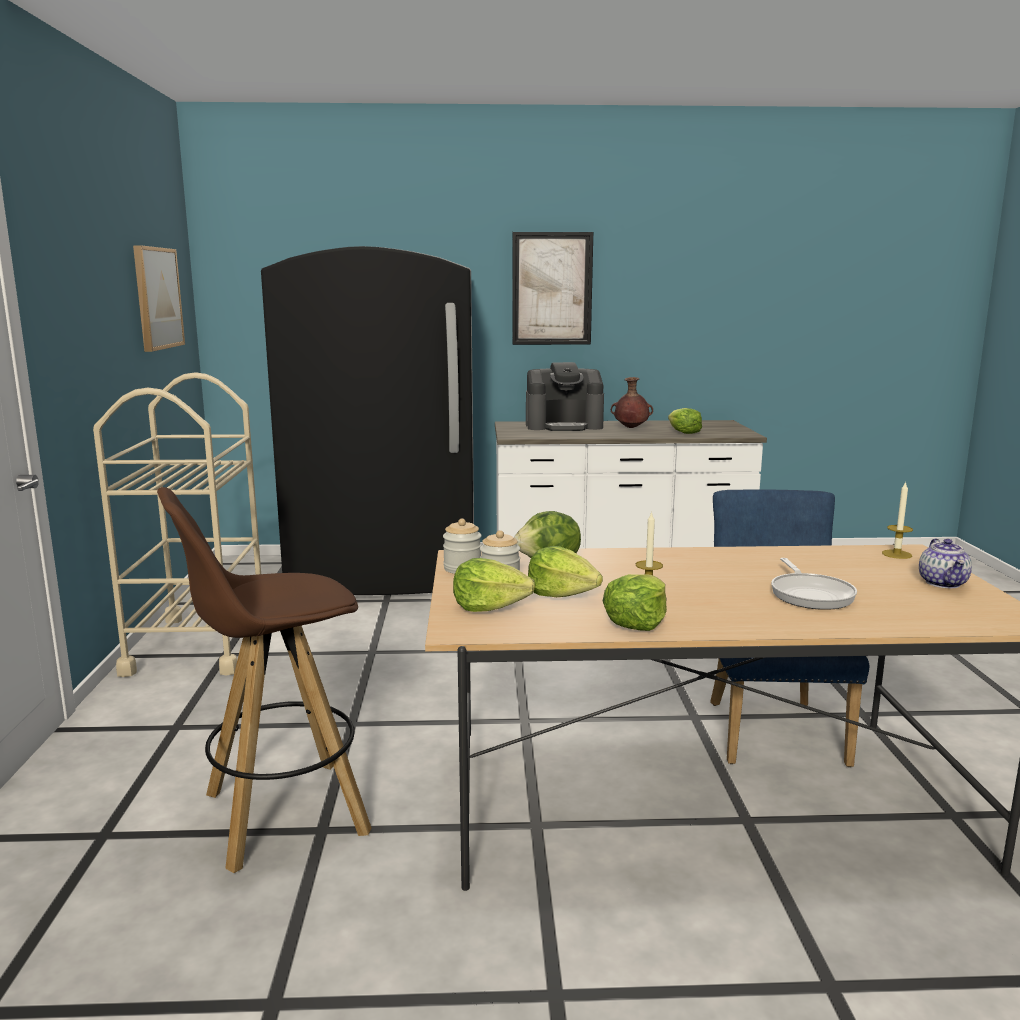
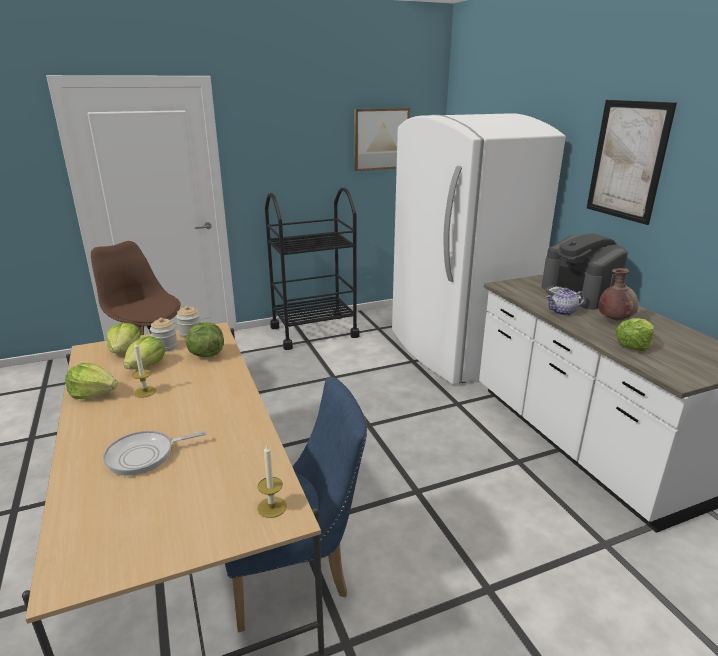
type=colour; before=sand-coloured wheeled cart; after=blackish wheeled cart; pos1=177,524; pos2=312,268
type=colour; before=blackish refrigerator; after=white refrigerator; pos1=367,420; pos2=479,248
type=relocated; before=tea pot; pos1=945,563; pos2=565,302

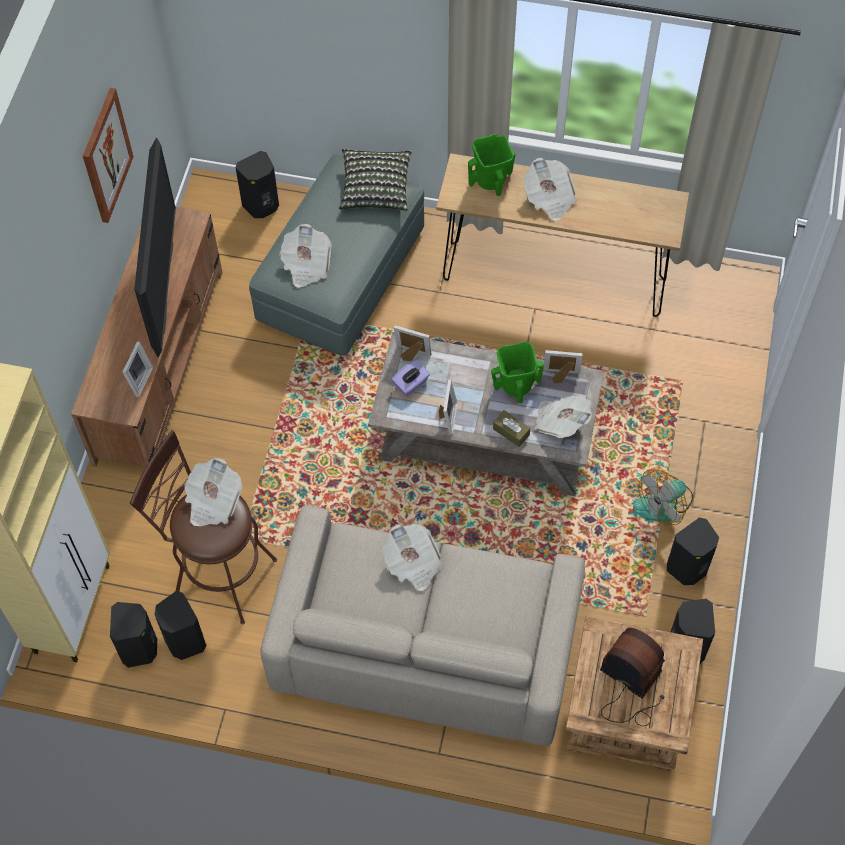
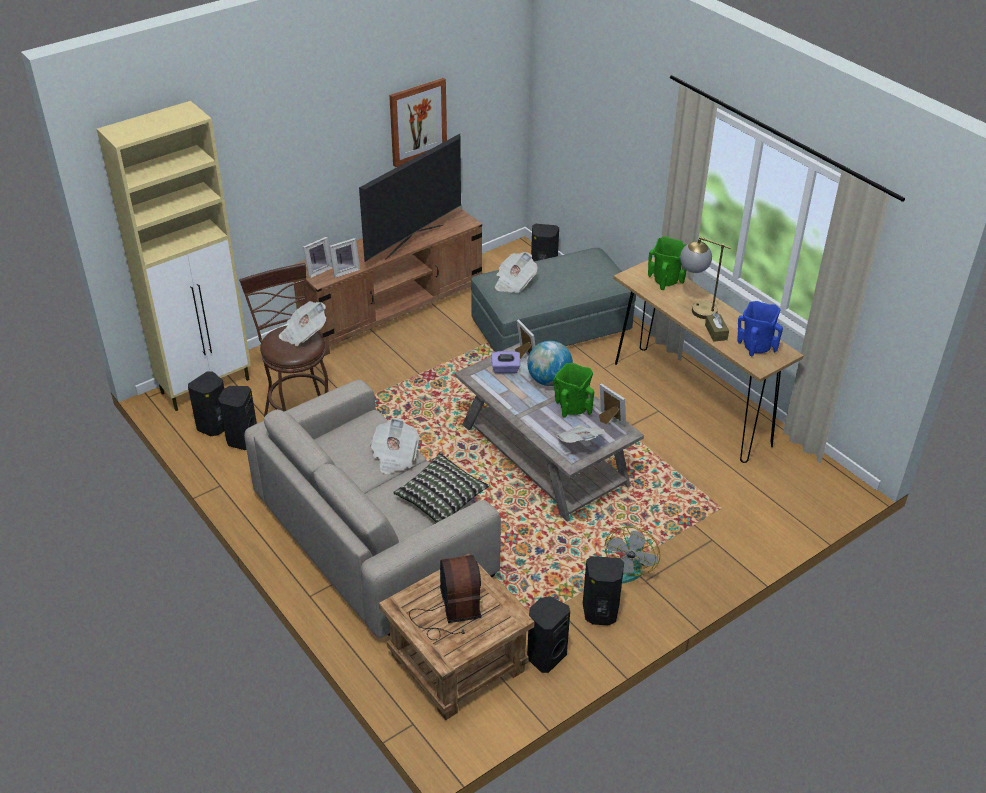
type=relocated; before=standing frame; pos1=448,407; pos2=318,257
type=relocated; before=throw pillow; pos1=375,180; pos2=441,487
type=appeared; after=desk globe; pos2=550,363
type=spun; before=electric fan; pos1=663,497; pos2=632,554; turn=-75
type=exchanged; before=daily paper; after=lamp for a table; pos1=550,189; pos2=705,278
type=relocated; before=brown tissue box; pos1=511,428; pos2=717,327
type=appeared; after=blue-coloured decorative vase; pos2=760,328

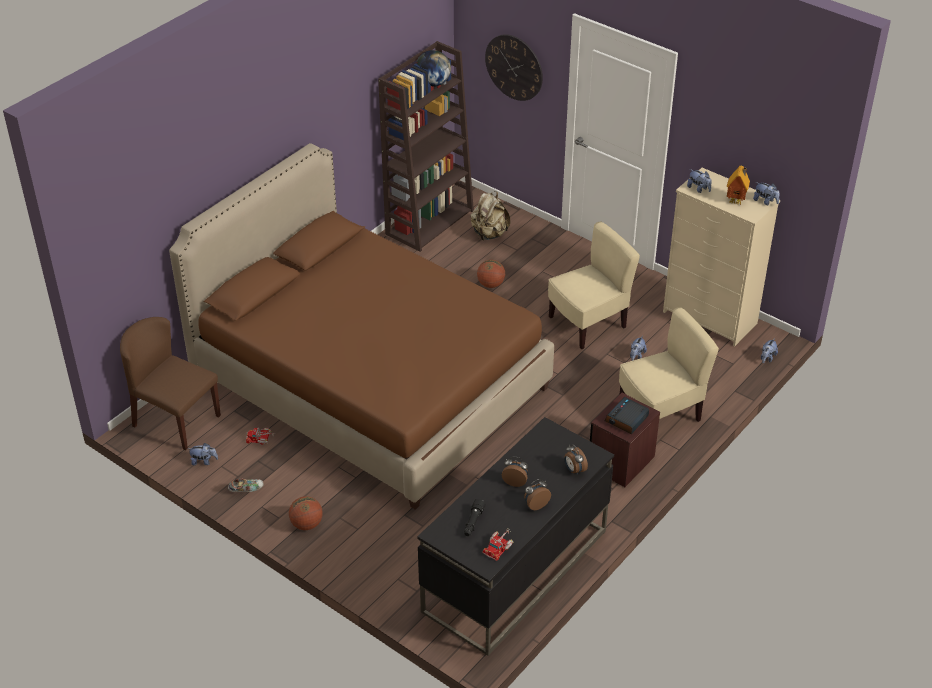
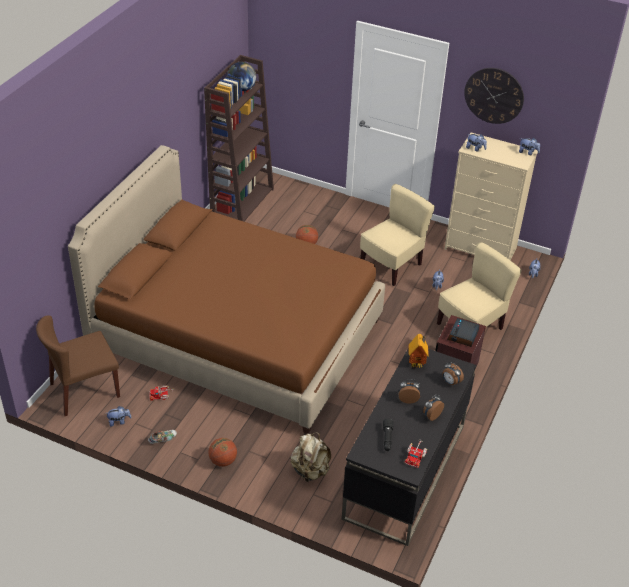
type=spun; before=brown upright chair; pos1=170,383; pos2=78,365; turn=-45
type=relocated; before=sand-coloured knapsack; pos1=490,215; pos2=310,457
type=relocated; before=miniature house; pos1=738,185; pos2=418,351
type=relocated; before=clock on the wall; pos1=514,67; pos2=494,96

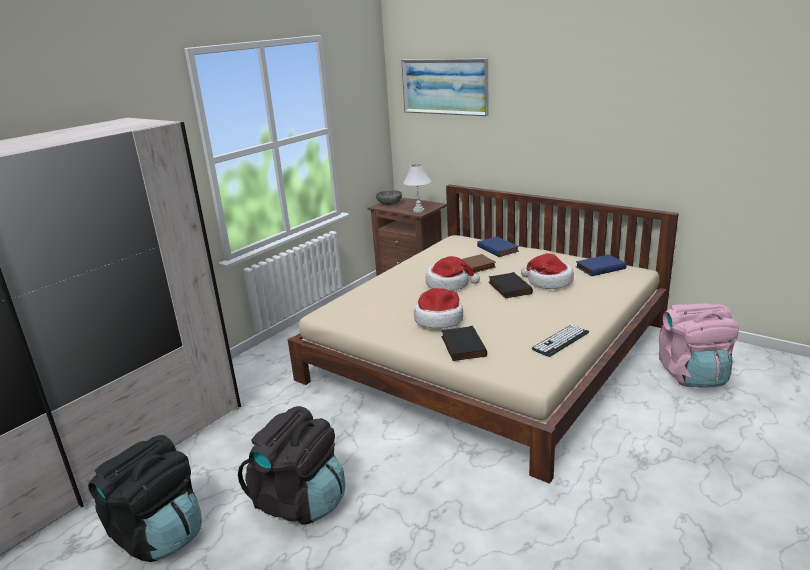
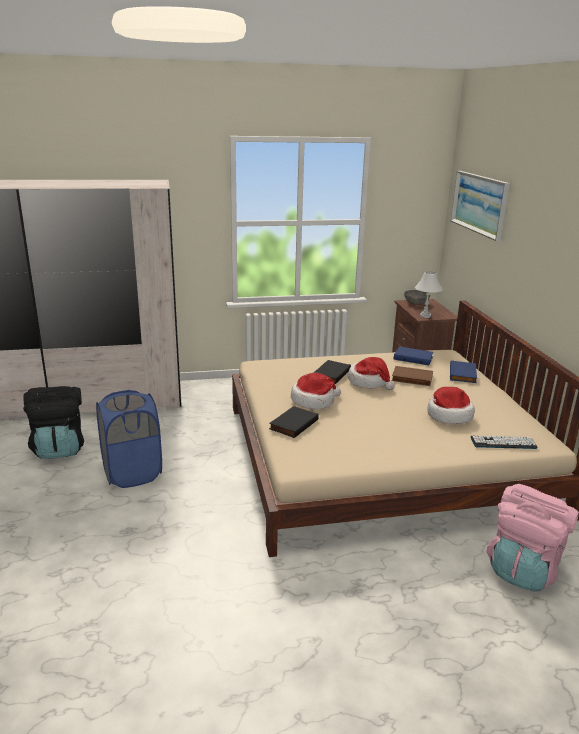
type=exchanged; before=blackish knapsack; after=blue-coloured washing basket; pos1=291,465; pos2=129,439
type=relocated; before=blackish volume; pos1=511,285; pos2=332,372
type=relocated; before=blue-coloured volume; pos1=601,265; pos2=414,355
type=relocated; before=computer keyboard; pos1=560,340; pos2=504,442

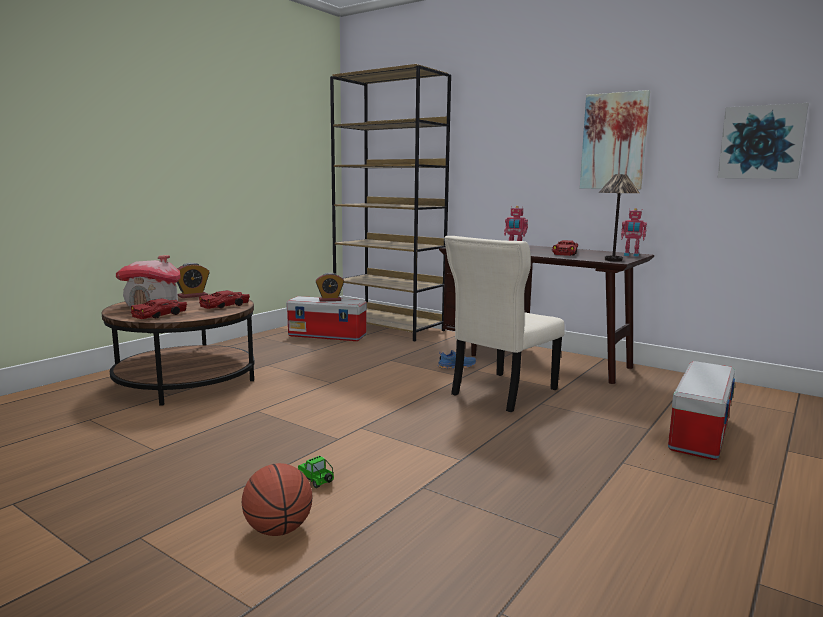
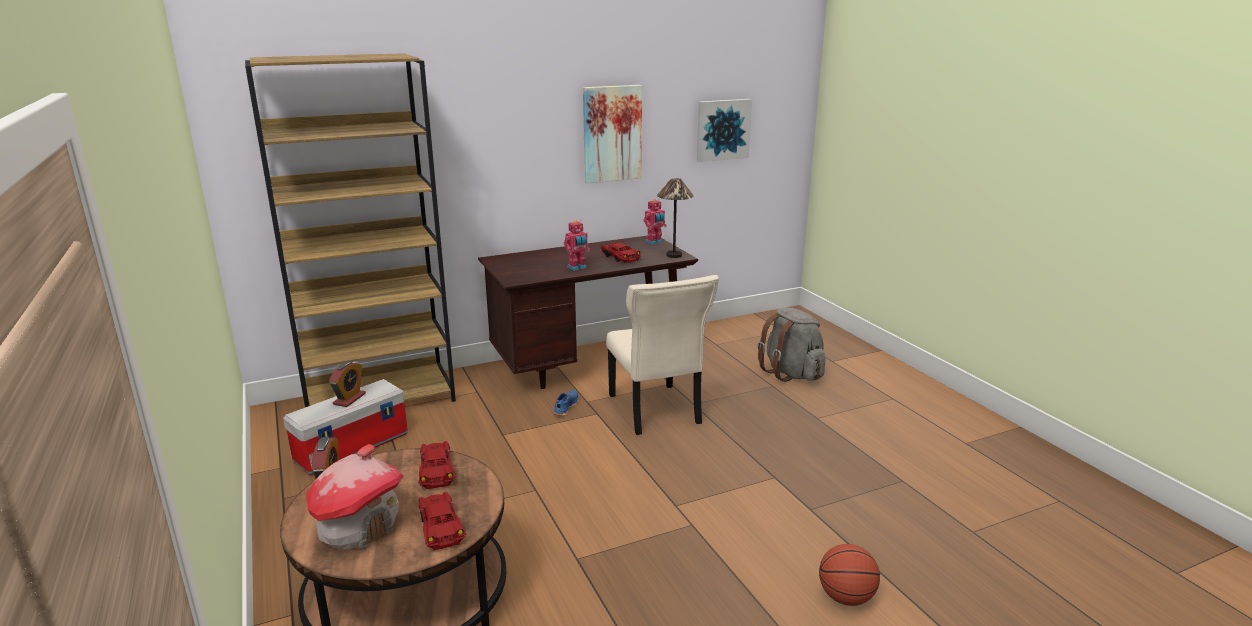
type=exchanged; before=storage bin; after=grey knapsack; pos1=701,410; pos2=791,345
type=missing; before=model car; pos1=316,472

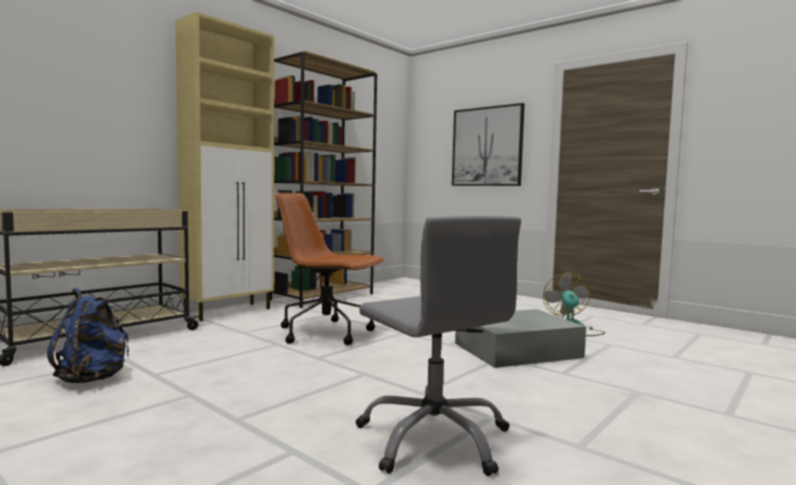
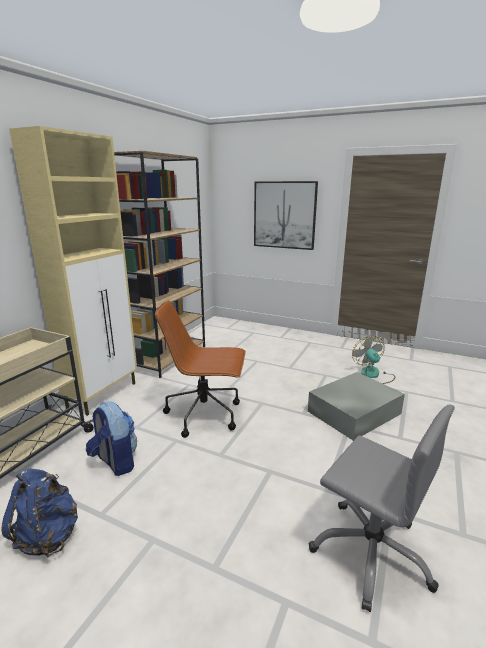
type=appeared; after=knapsack; pos2=111,439

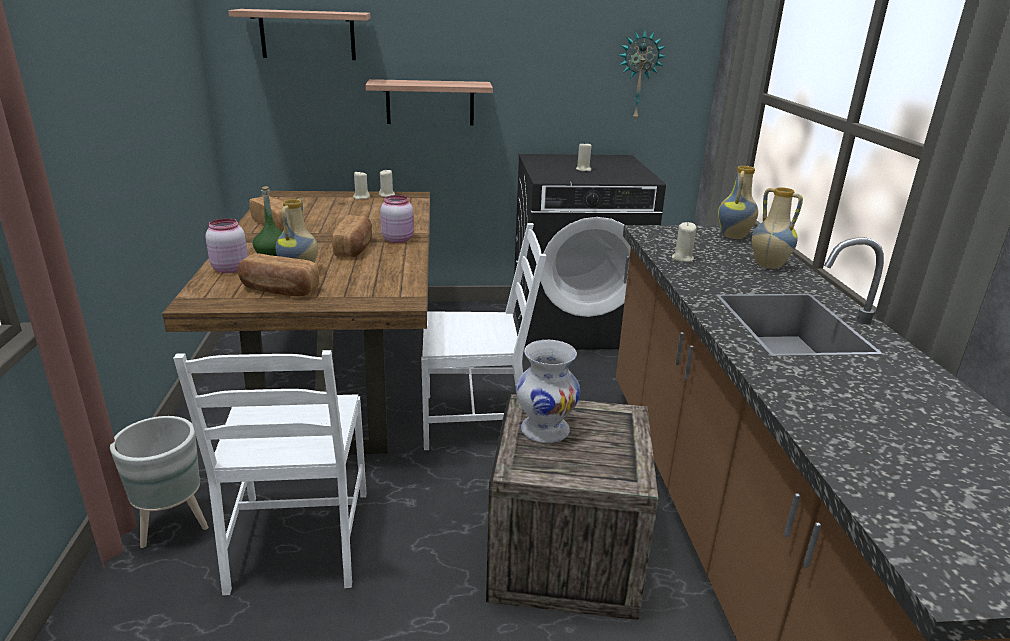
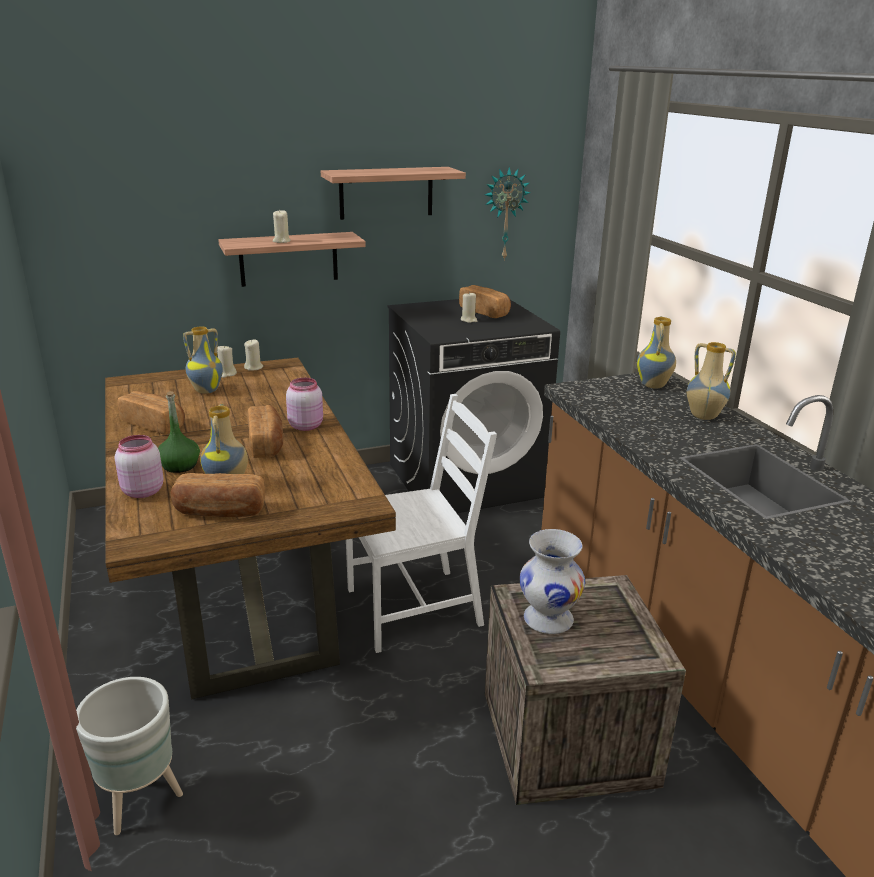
type=appeared; after=decorative vase; pos2=203,360
type=relocated; before=sand-coloured wax candle; pos1=684,242; pos2=282,226
type=relocated; before=wall shelf; pos1=299,34; pos2=393,193
type=appeared; after=bakery bread; pos2=485,301
type=missing; before=white upright chair; pos1=270,472

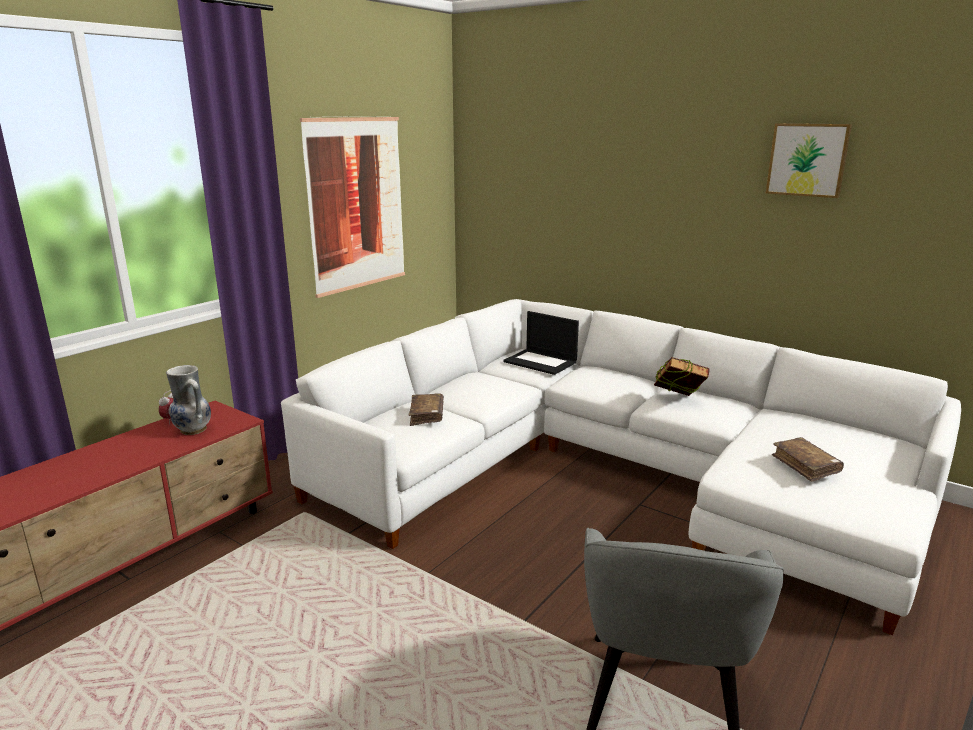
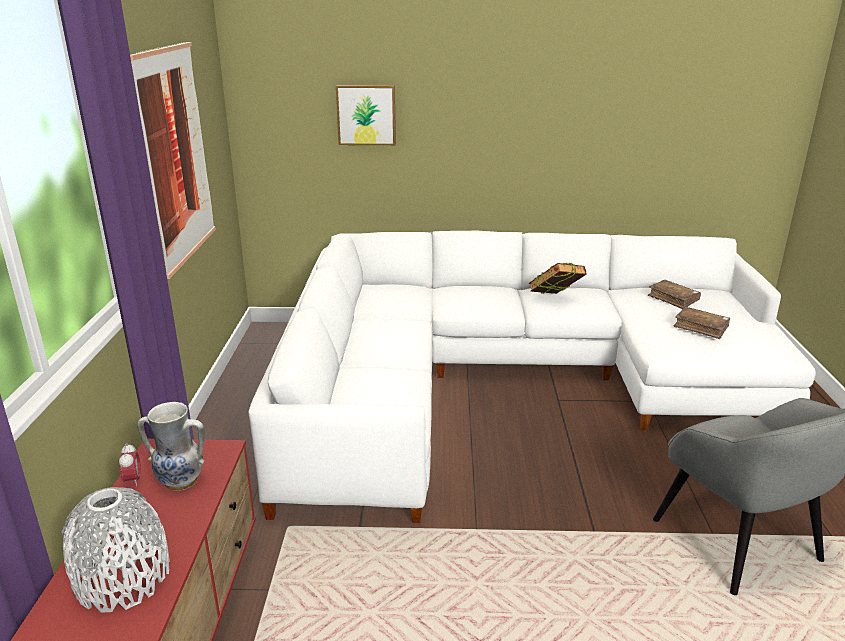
type=appeared; after=grey decorative vase; pos2=115,550
type=relocated; before=wall picture; pos1=809,160; pos2=366,115
type=relocated; before=brown volume; pos1=426,409; pos2=674,294
type=missing; before=portable computer; pos1=541,343

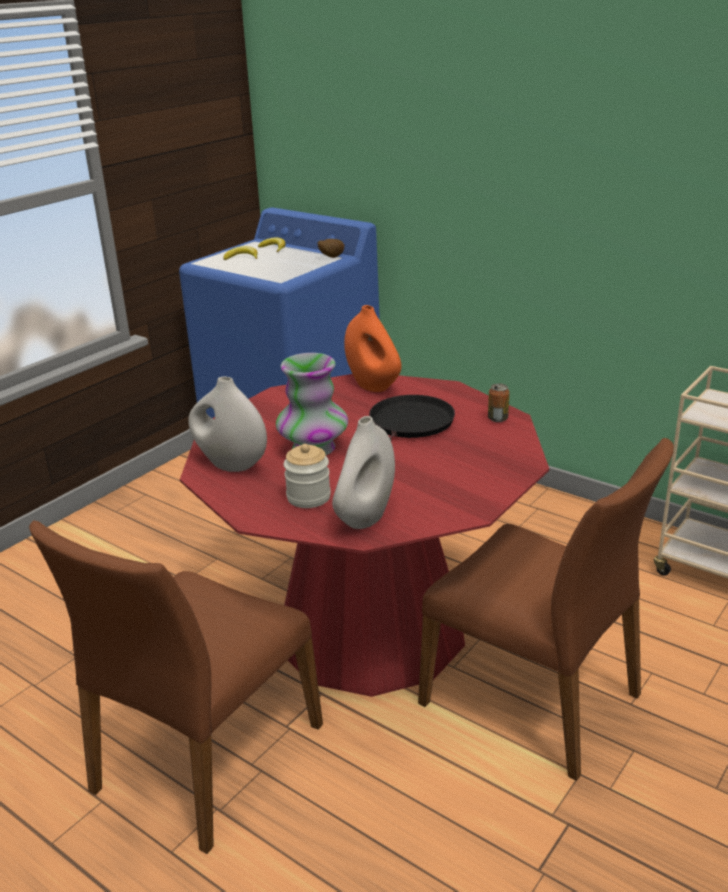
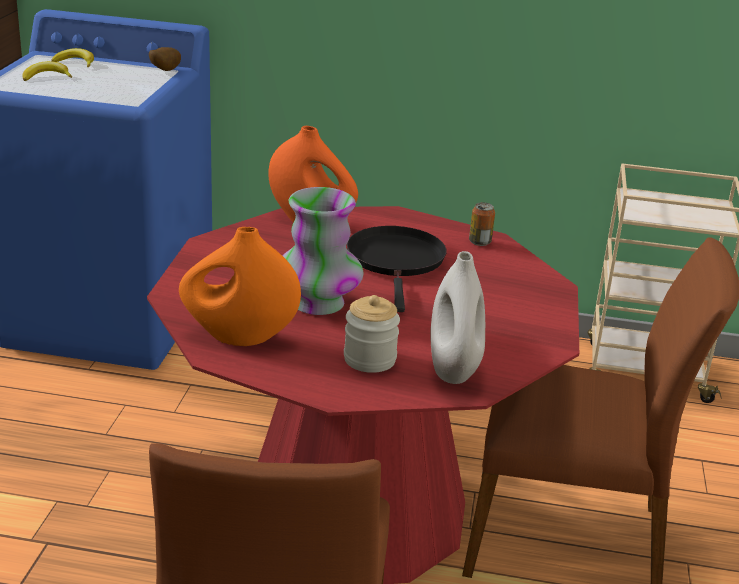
type=colour; before=white decorative vase; after=orange decorative vase; pos1=227,424; pos2=240,286

